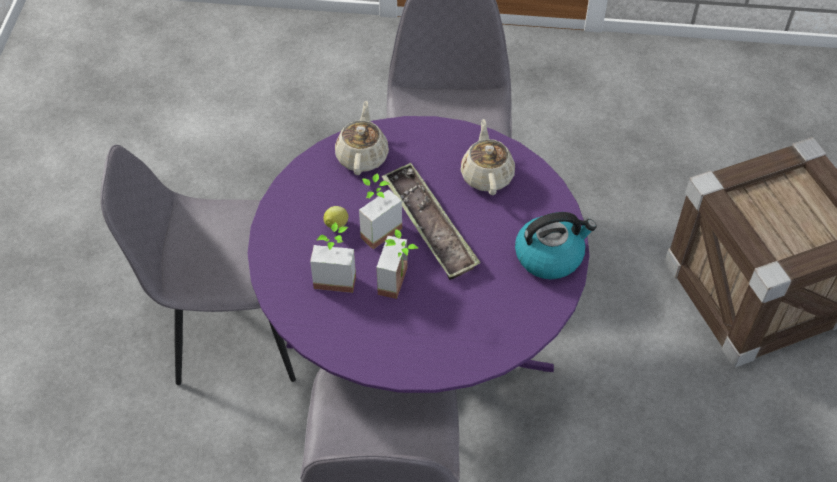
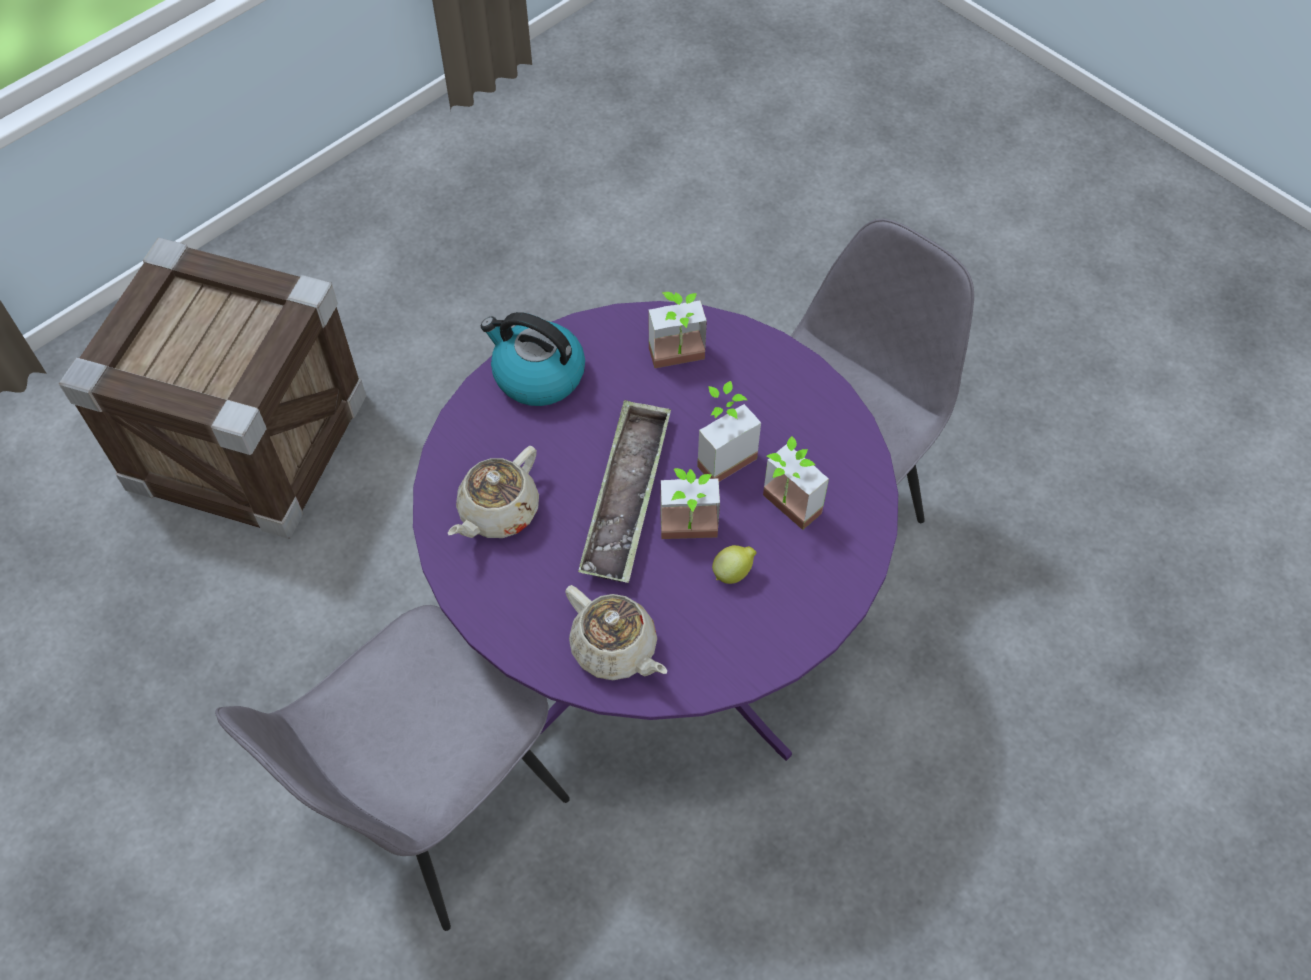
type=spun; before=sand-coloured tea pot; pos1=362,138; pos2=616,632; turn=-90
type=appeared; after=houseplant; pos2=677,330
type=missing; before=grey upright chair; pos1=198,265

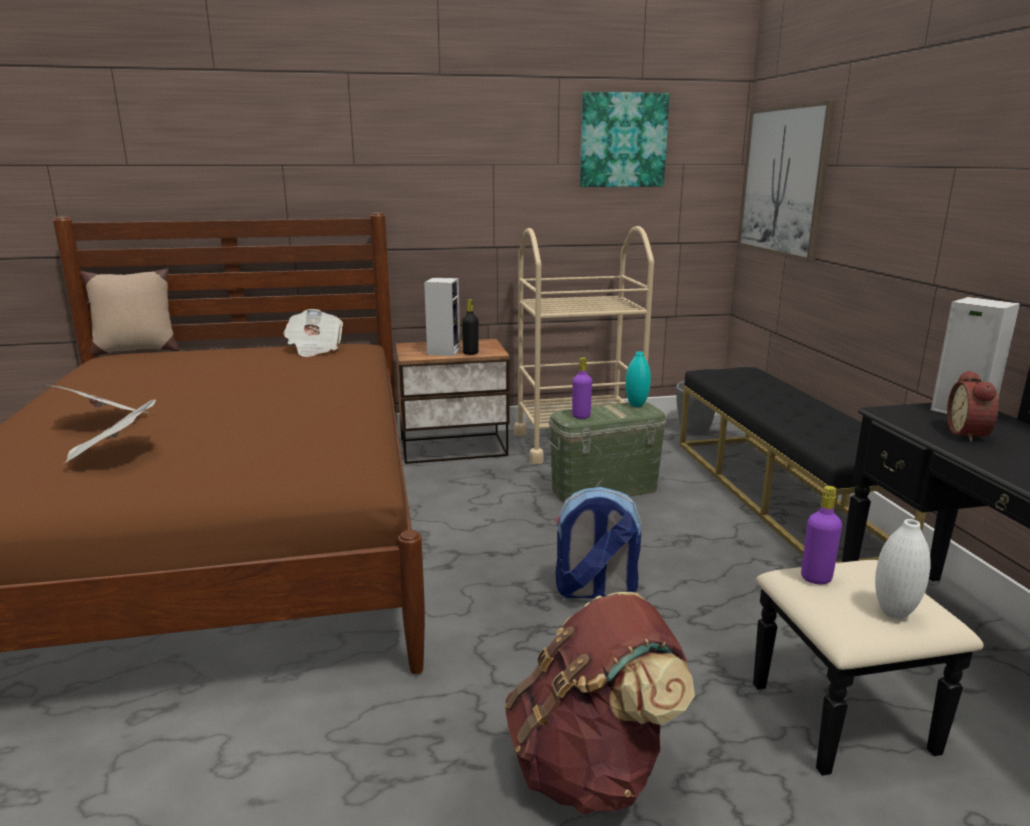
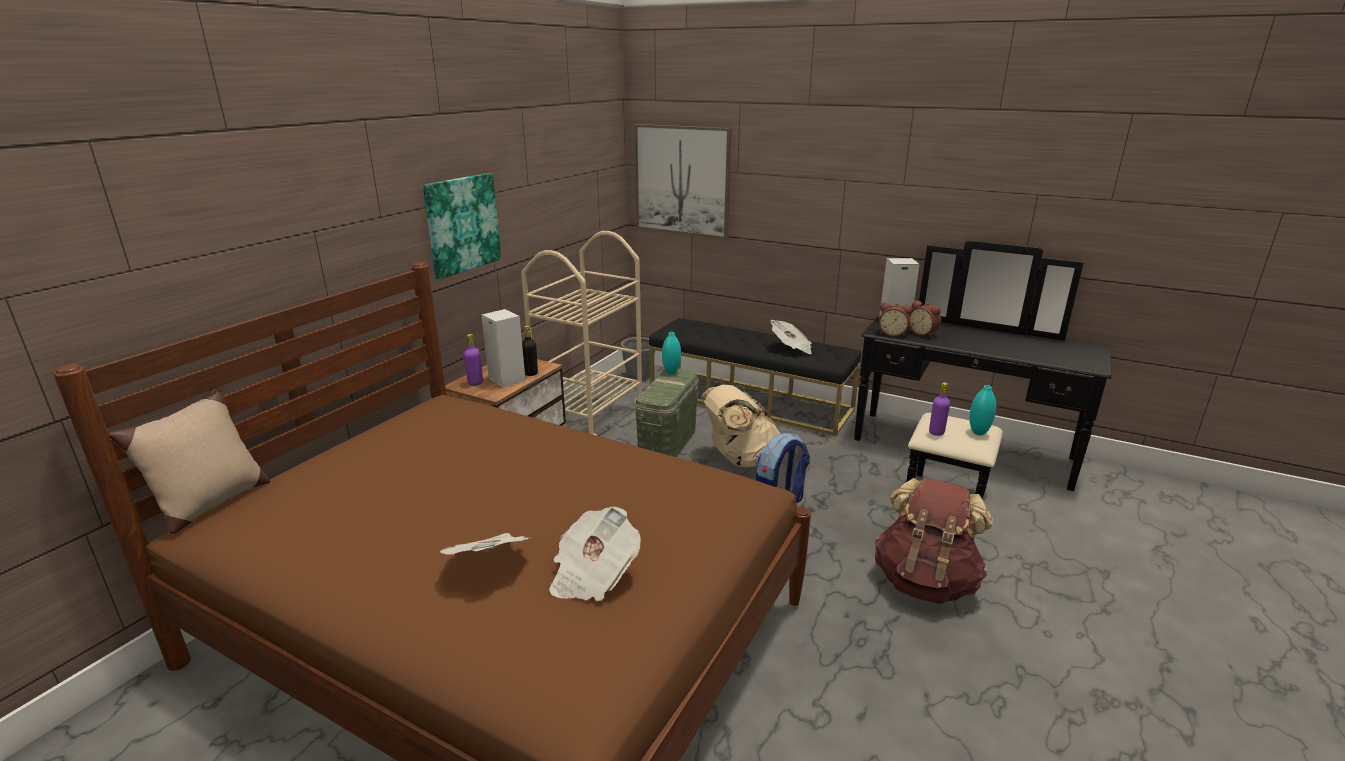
type=relocated; before=wall picture; pos1=625,139; pos2=462,226
type=relocated; before=purple-coloured beverage bottle; pos1=582,388; pos2=473,360
type=appeared; after=sand-coloured knapsack; pos2=740,426
type=relocated; before=daily paper; pos1=313,333; pos2=791,337
type=appeared; after=alarm clock; pos2=895,319
type=colour; before=white decorative vase; after=blue-green decorative vase; pos1=903,569; pos2=982,410

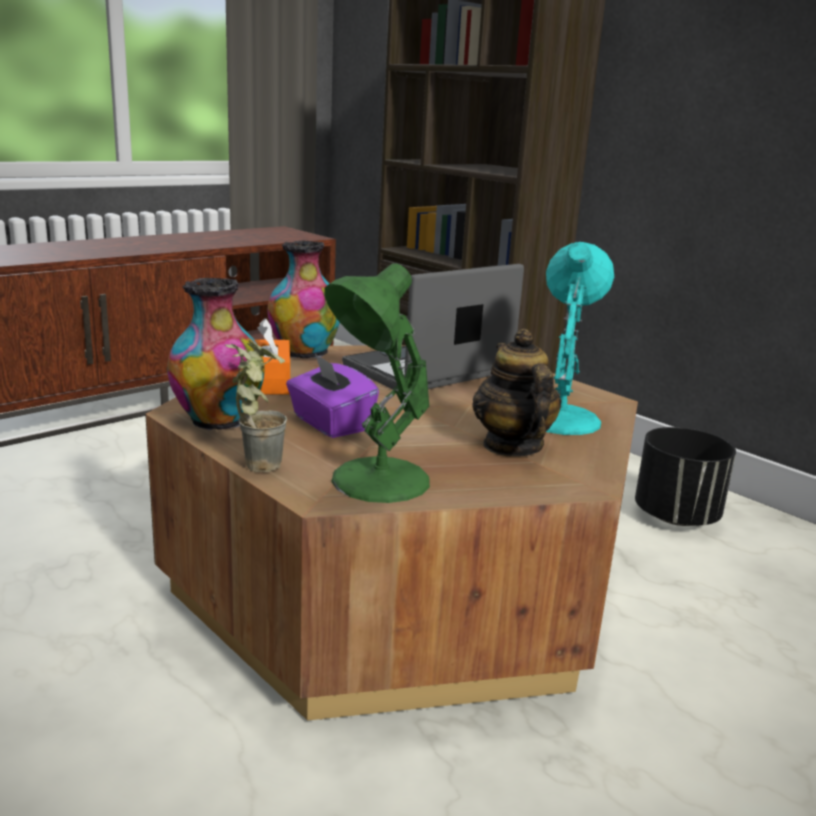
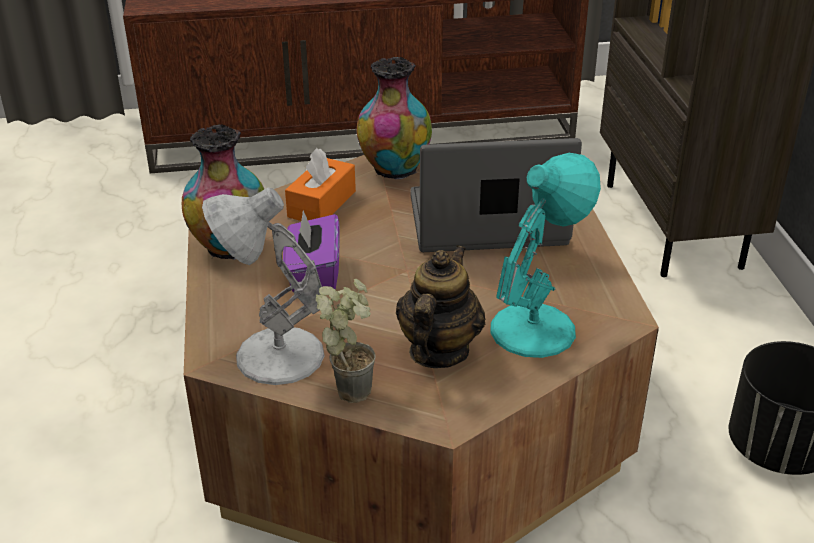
type=colour; before=greenish lamp for a table; after=white lamp for a table; pos1=377,383; pos2=263,286
type=relocated; before=houseplant; pos1=255,406; pos2=346,341

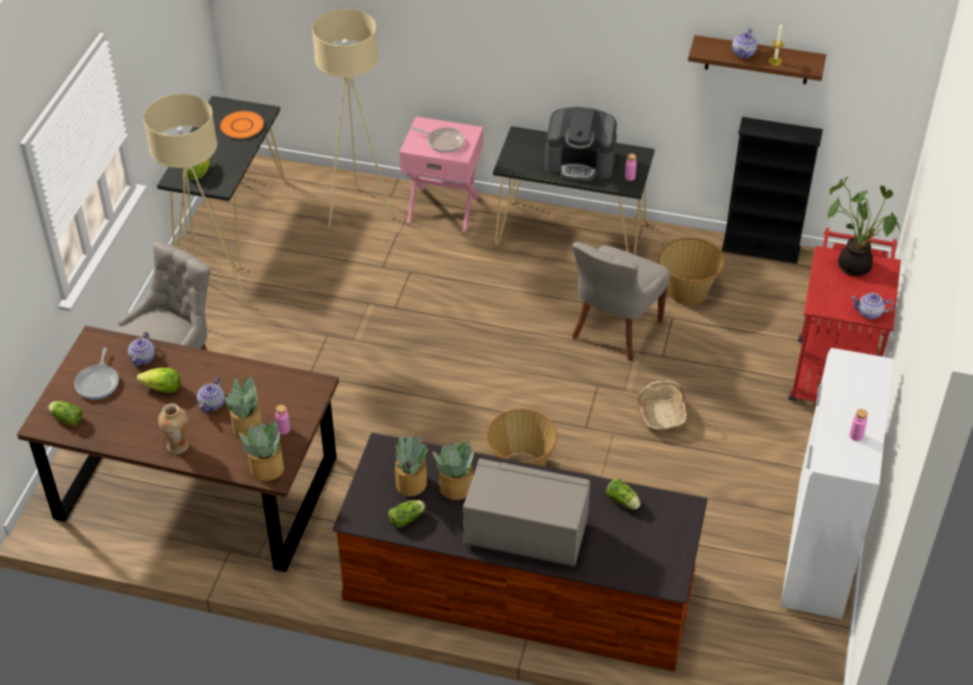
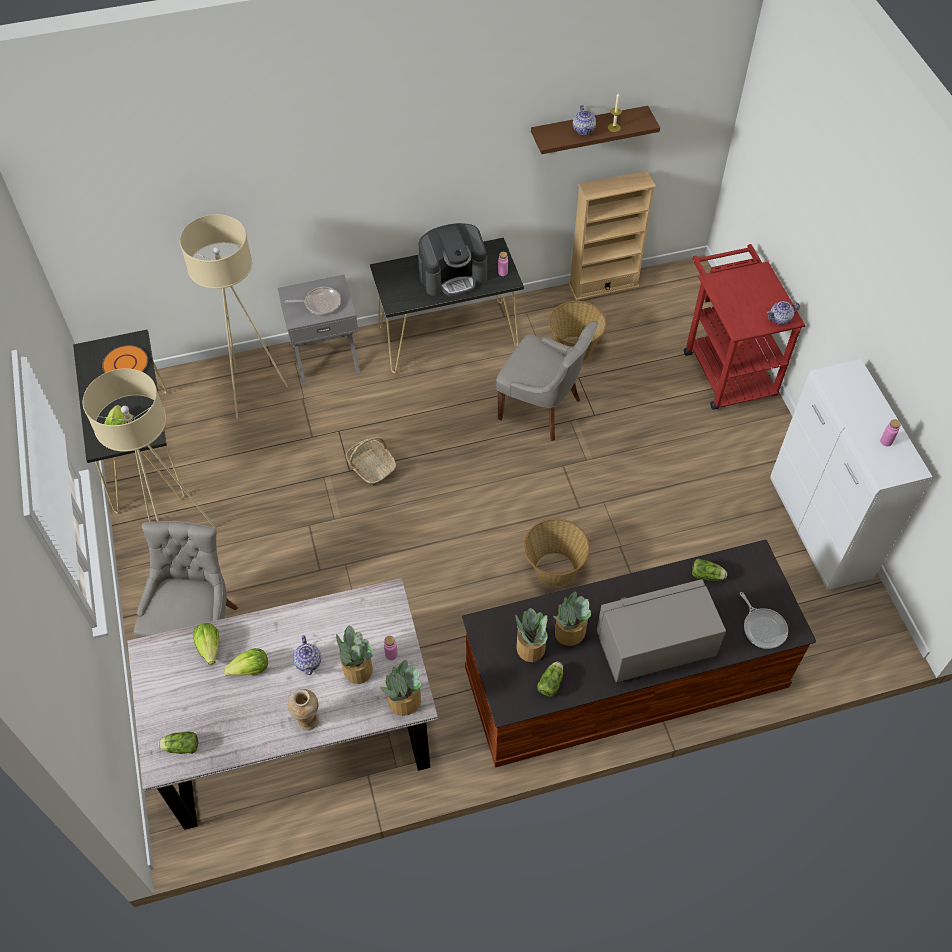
type=colour; before=brown kitchen table; after=grey kitchen table; pos1=178,448; pos2=282,704
type=exchanged; before=tea pot; after=lettuce head; pos1=141,349; pos2=206,644
type=colour; before=pink-coloured nightstand; after=grey nightstand; pos1=441,174; pos2=319,330
type=relocated; before=basket; pos1=662,406; pos2=371,461
type=spun; before=grey upright chair; pos1=621,301; pos2=547,381; turn=-60
type=colour; before=blackish shelving unit; after=sand-coloured shelving unit; pos1=772,190; pos2=612,235
type=relocated; before=pan; pos1=96,374; pos2=764,620
type=missing; before=houseplant; pos1=864,226

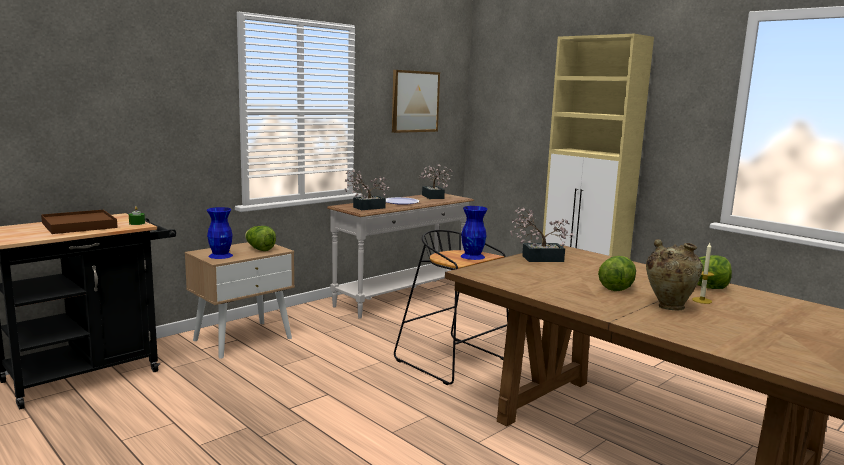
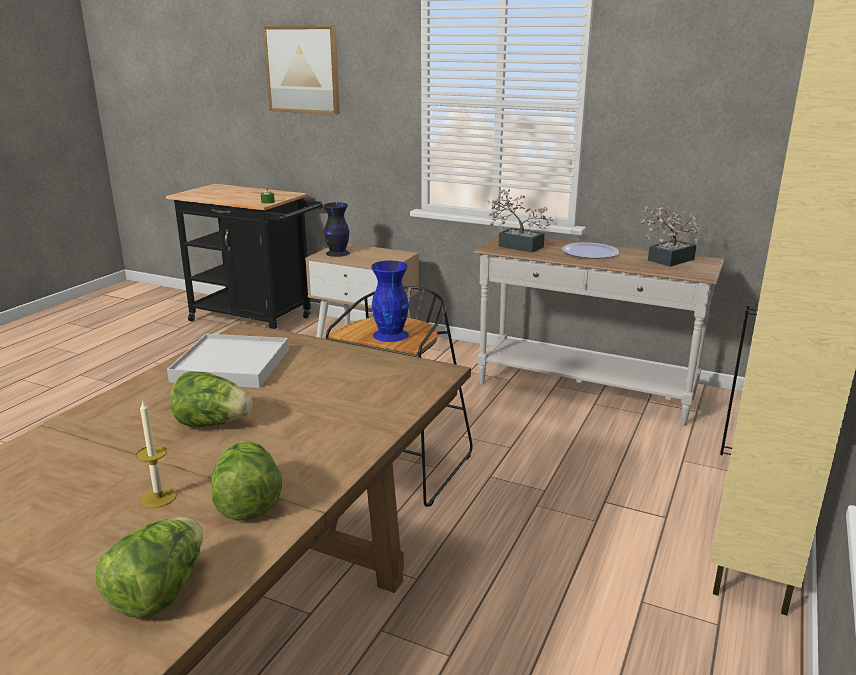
type=relocated; before=lettuce head; pos1=260,238; pos2=149,567
type=appeared; after=white carrying tray; pos2=228,361
type=relocated; before=wall picture; pos1=416,101; pos2=301,70
type=colour; before=blue-coloured decorative vase; after=blackish decorative vase; pos1=220,233; pos2=336,229
type=missing; before=brown carrying tray; pos1=79,222
type=missing; before=houseplant; pos1=542,234
type=missing; before=sand-coloured decorative vase; pos1=674,274

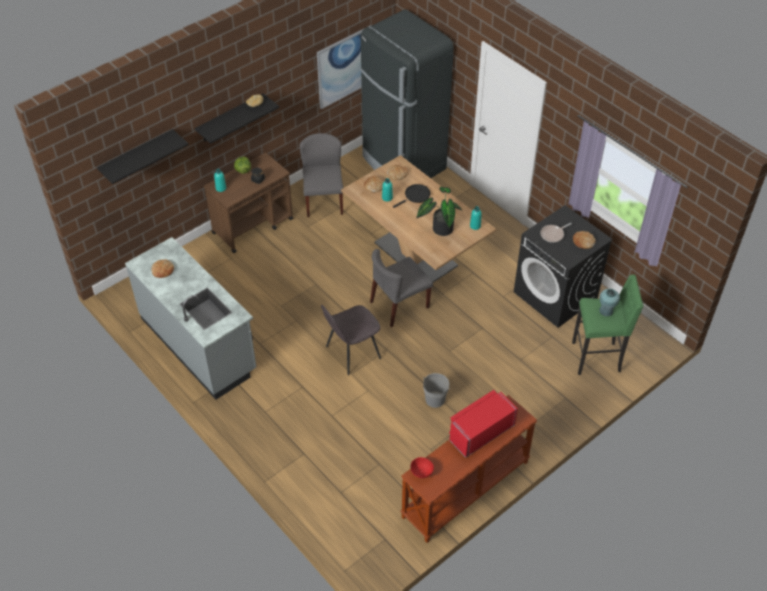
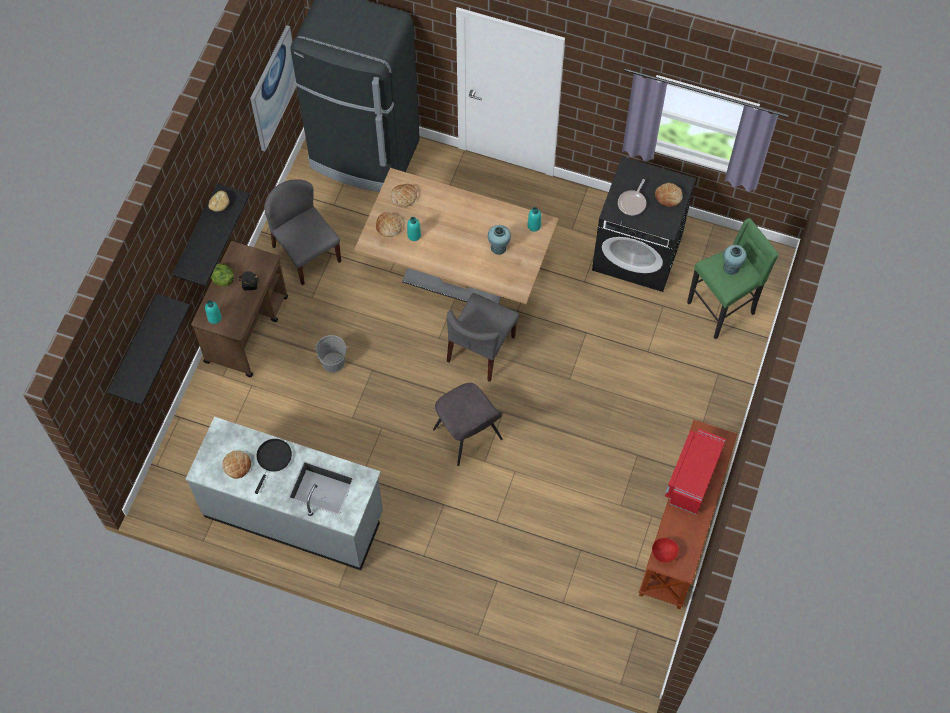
type=relocated; before=blackish pan; pos1=411,196; pos2=273,466
type=relocated; before=grey pail; pos1=436,390; pos2=331,354
type=spun; before=grey upright chair; pos1=351,340; pos2=468,424; turn=-60
type=exchanged; before=houseplant; after=blue-green decorative vase; pos1=439,211; pos2=499,240

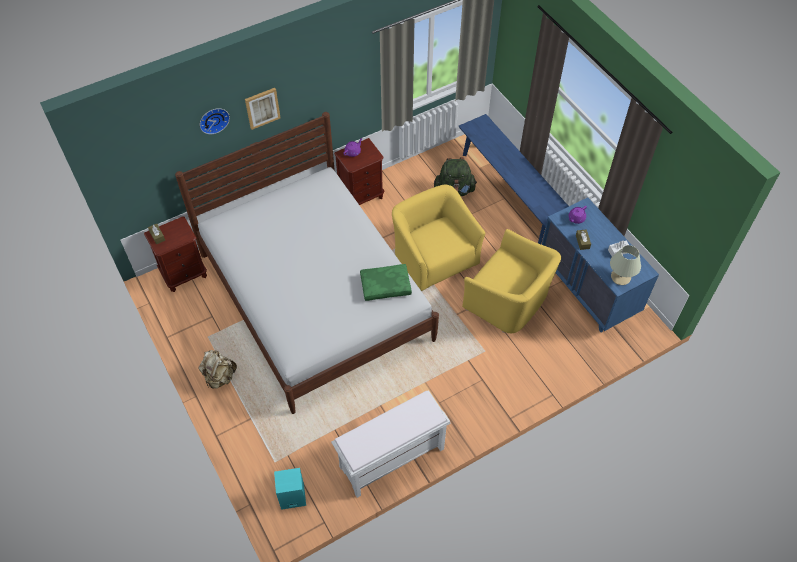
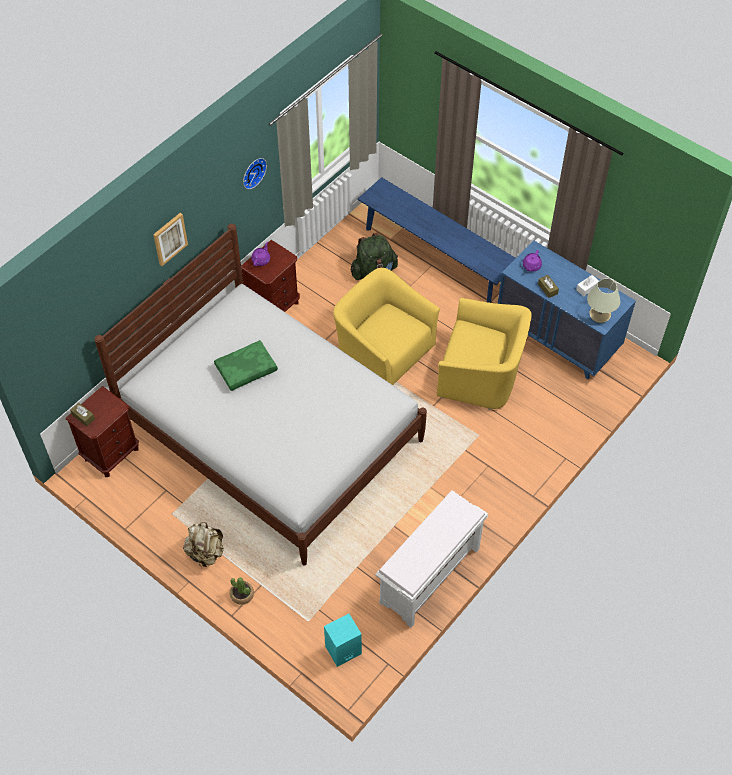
type=relocated; before=greenish throw pillow; pos1=386,282; pos2=246,365
type=appeared; after=houseplant; pos2=242,591
type=relocated; before=clock on the wall; pos1=215,121; pos2=255,173

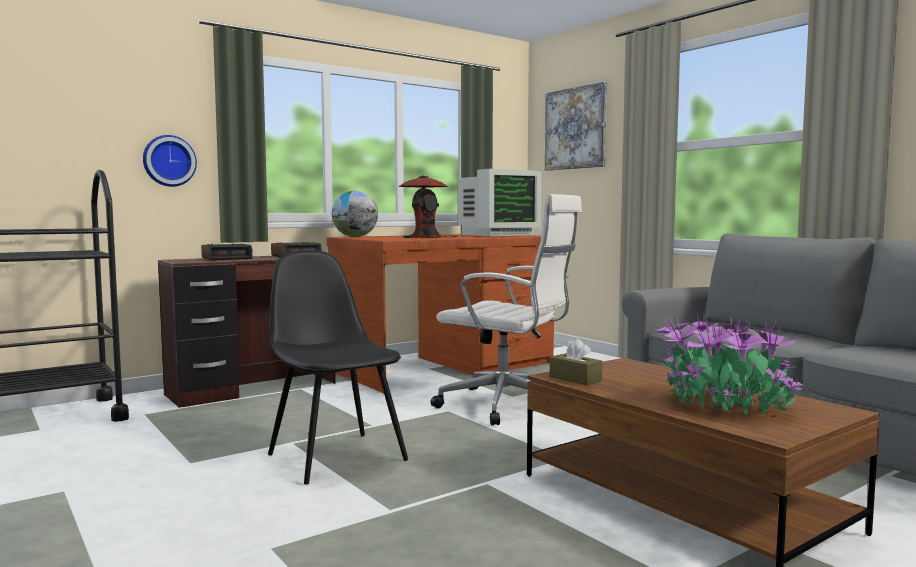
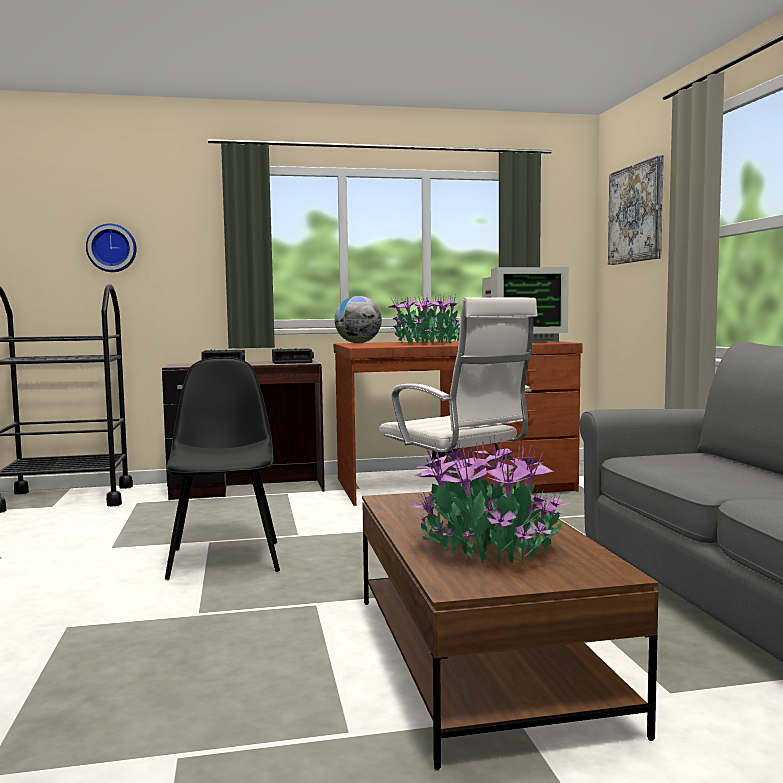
type=relocated; before=clock on the wall; pos1=170,161; pos2=111,248
type=exchanged; before=lamp for a table; after=houseplant; pos1=428,207; pos2=425,318
type=missing; before=brown tissue box; pos1=576,362

